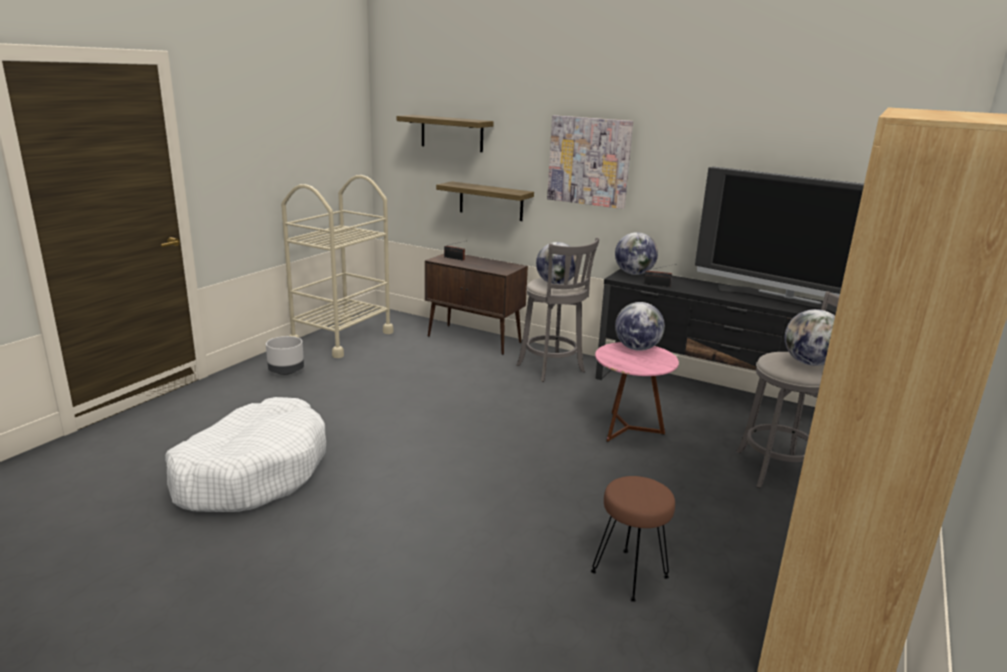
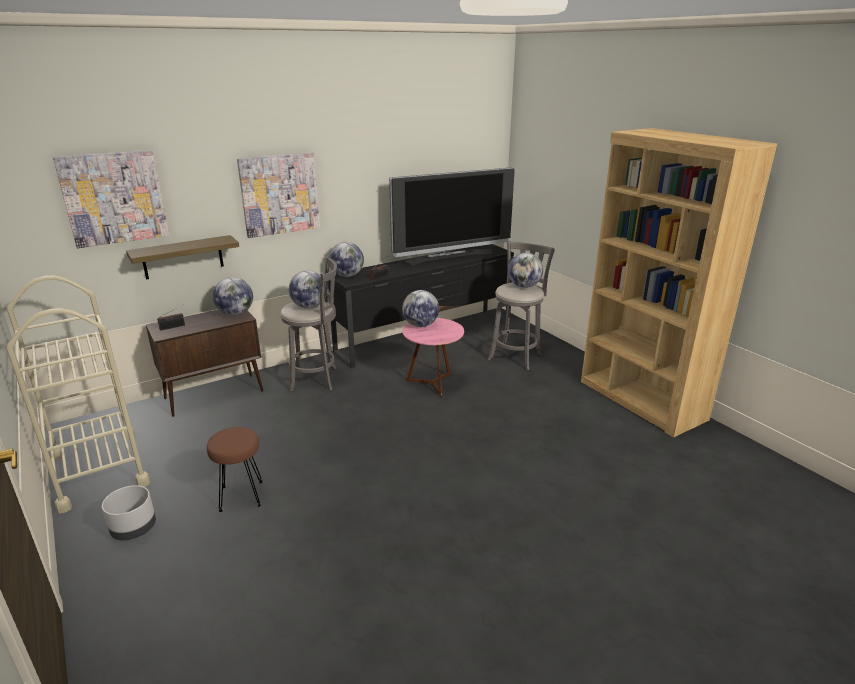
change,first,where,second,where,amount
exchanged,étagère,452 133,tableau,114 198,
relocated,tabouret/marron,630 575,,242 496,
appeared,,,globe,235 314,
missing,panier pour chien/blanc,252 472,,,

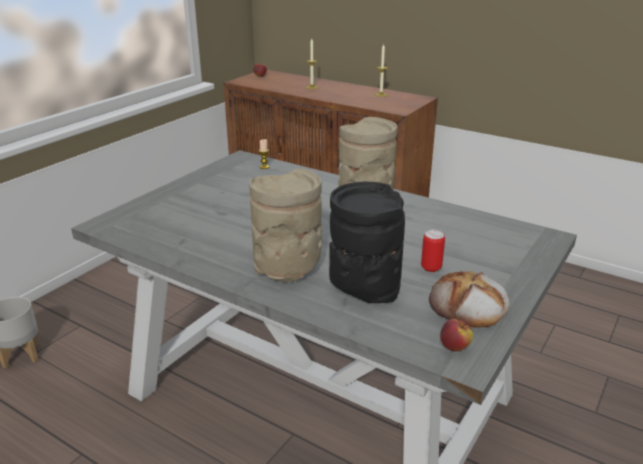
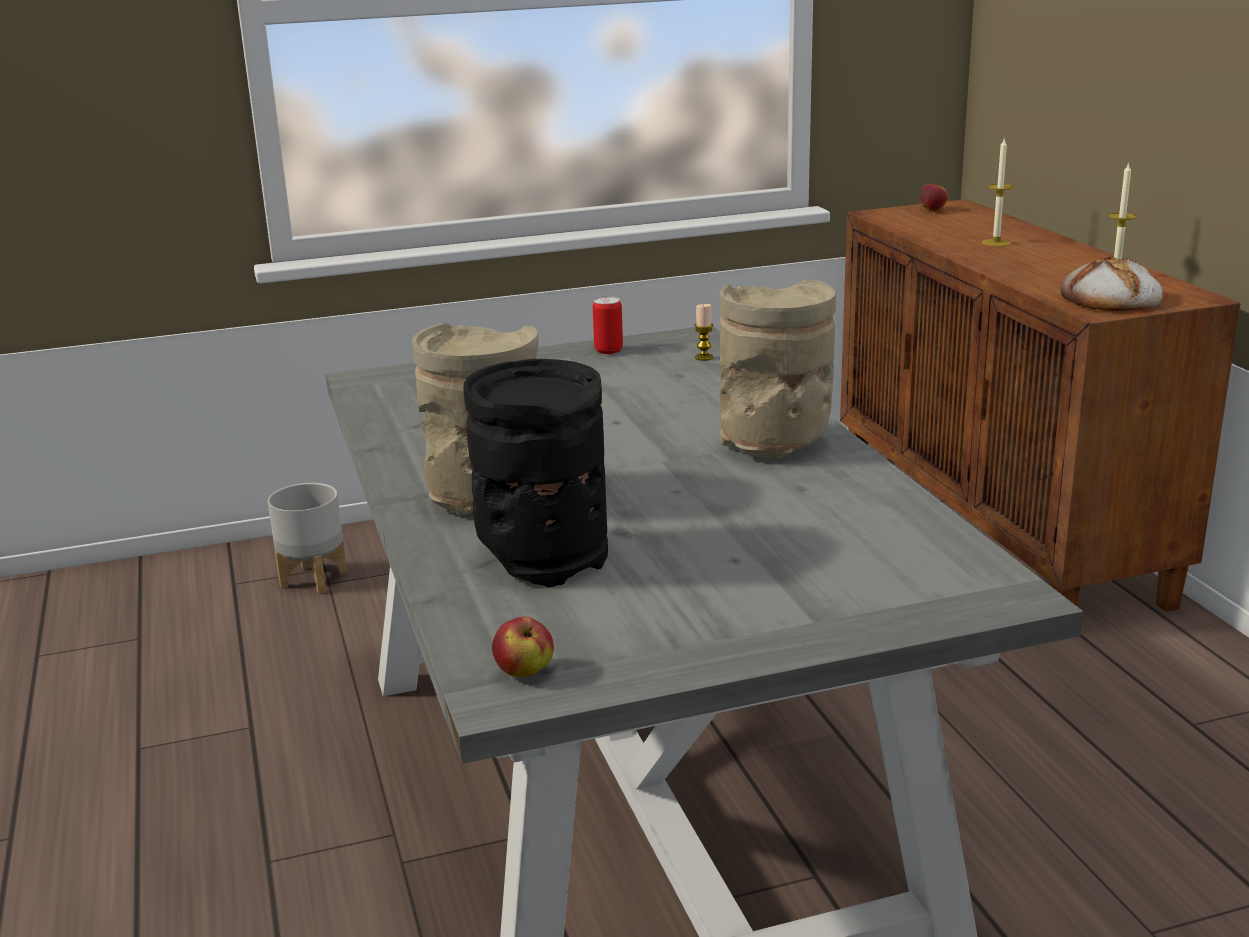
change,first,where,second,where,amount
relocated,boîte métallique,431 267,,608 350,
relocated,pain,468 306,,1109 299,

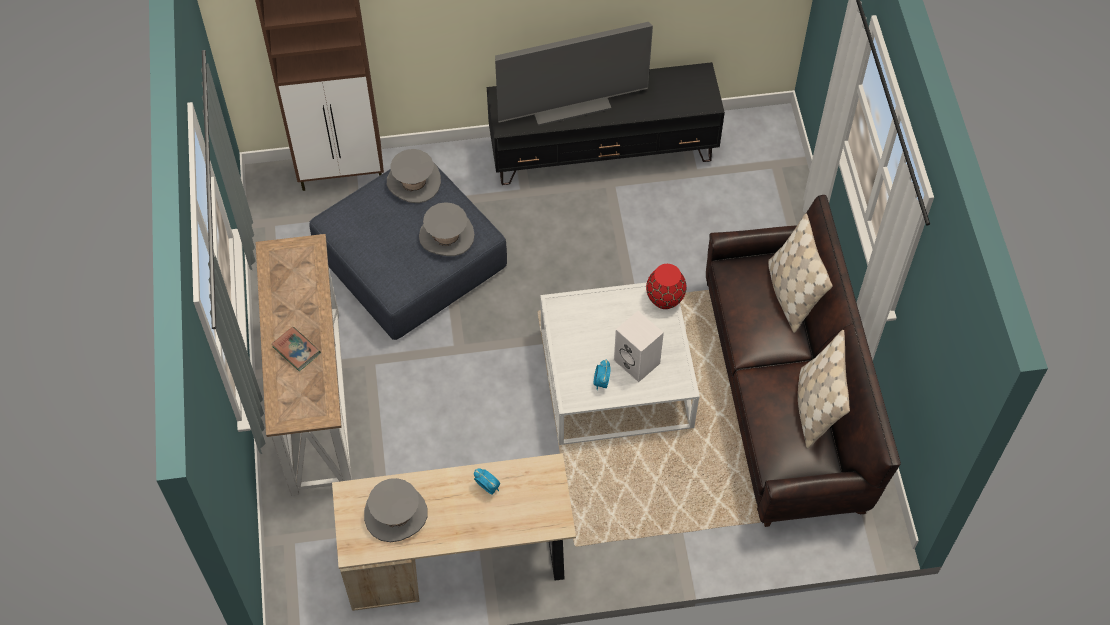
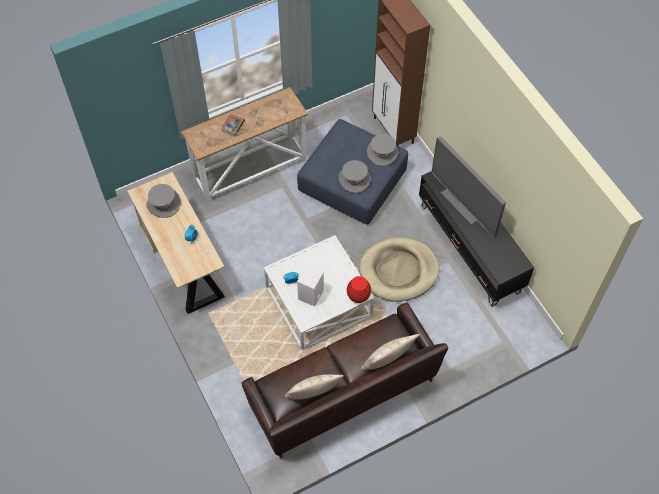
change,first,where,second,where,amount
appeared,,,panier pour chien/beige,398 271,

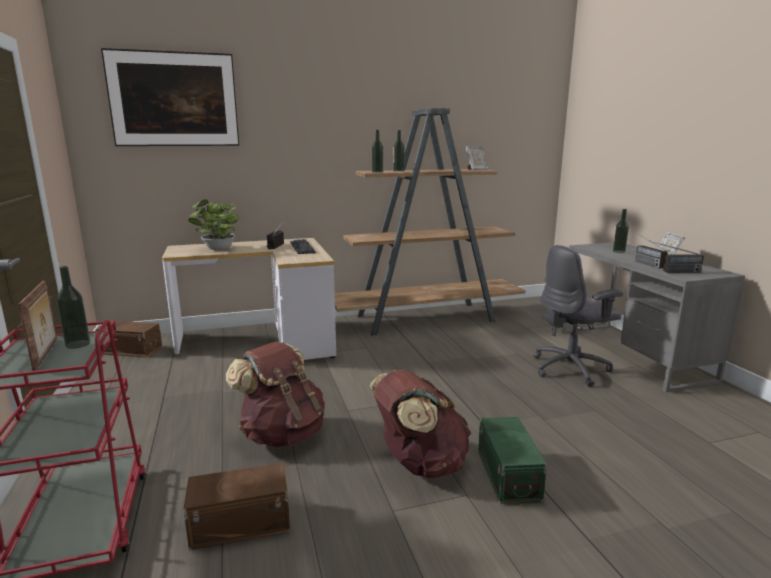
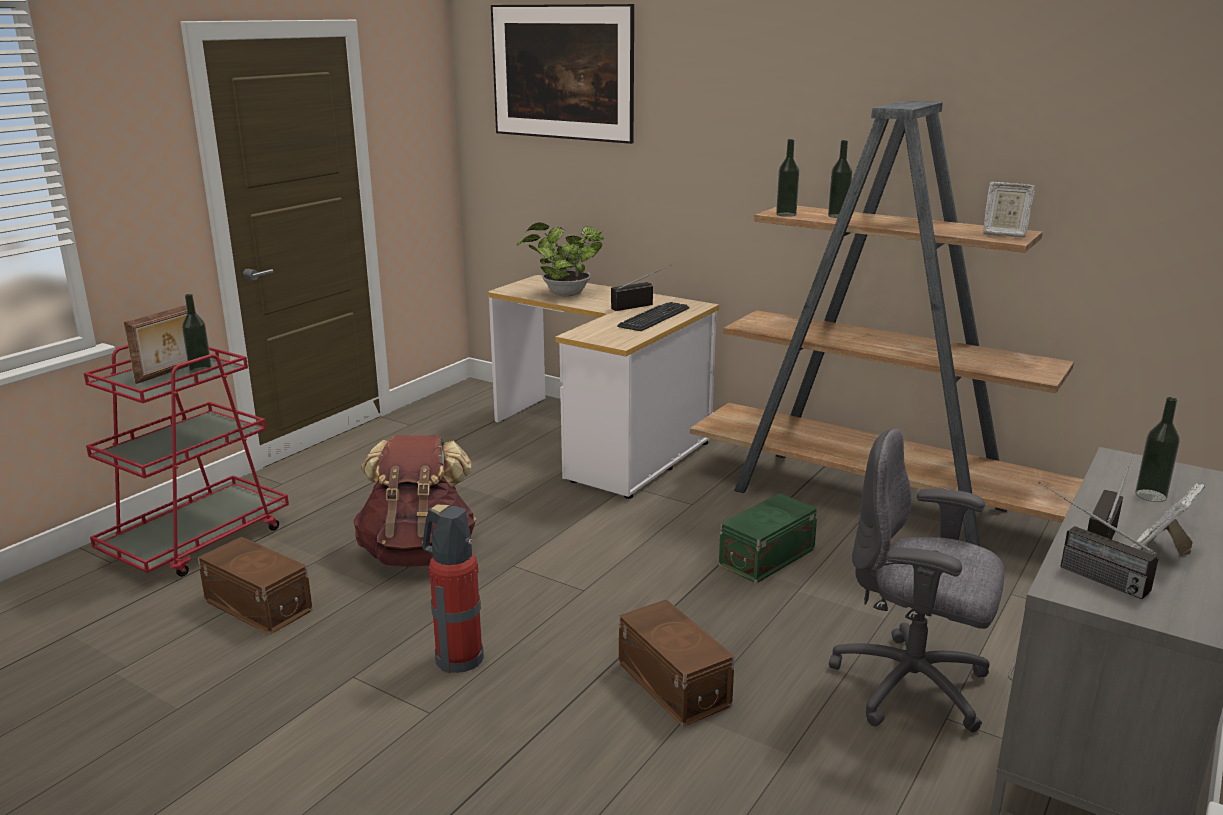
change,first,where,second,where,amount
exchanged,sac à dos/marron,419 464,extincteur,457 657,
relocated,boîte de rangement/marron,131 350,,674 682,
relocated,boîte de rangement/vert,509 474,,769 557,

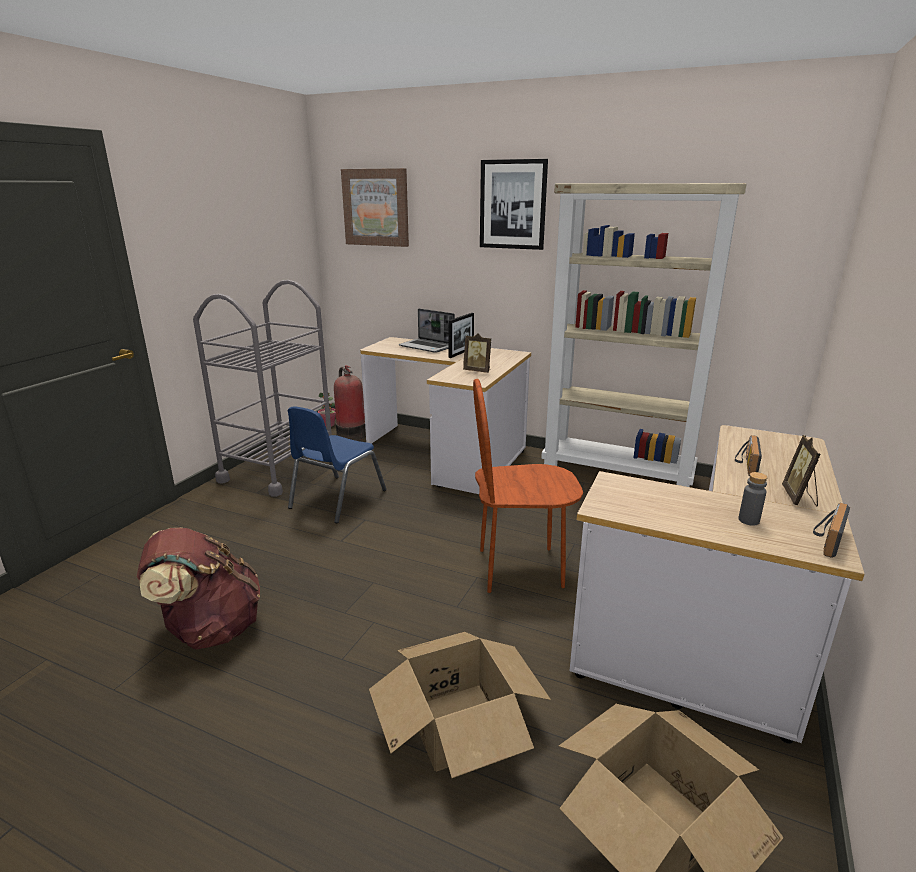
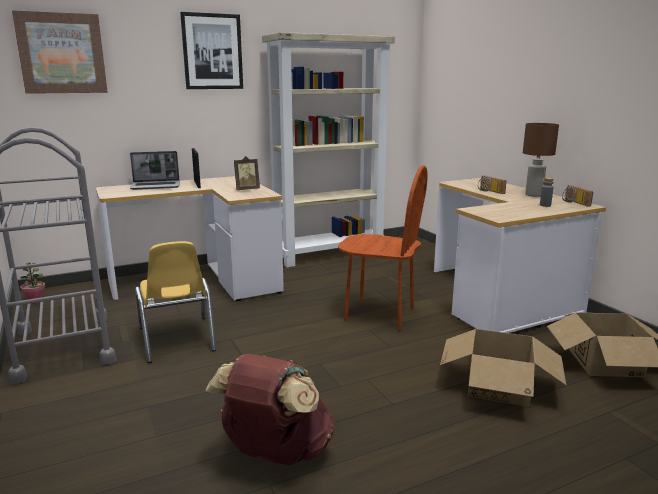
change,first,where,second,where,amount
colour,chaise/bleu,337 499,chaise/jaune,177 339,
spun,chaise/marron,520 568,,379 314,105 degrees counterclockwise
exchanged,cadre photo,799 497,lampe de table/marron,534 195,
missing,extincteur,350 435,,,

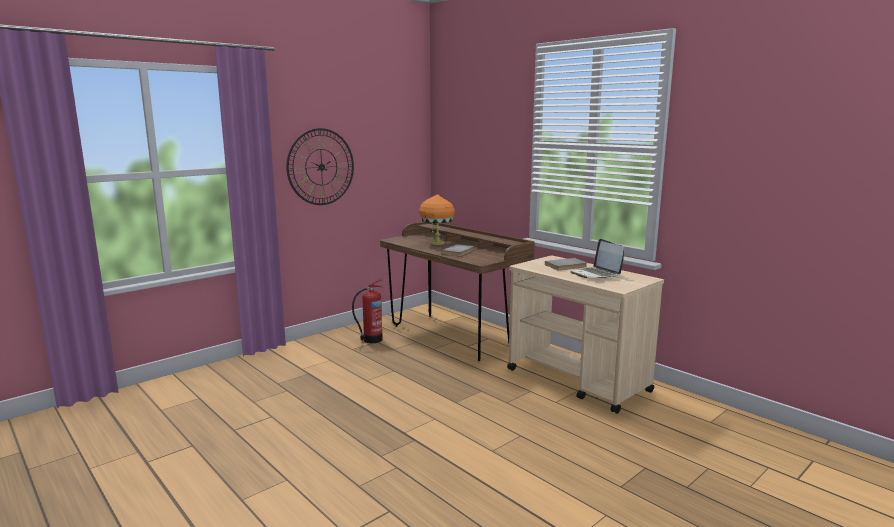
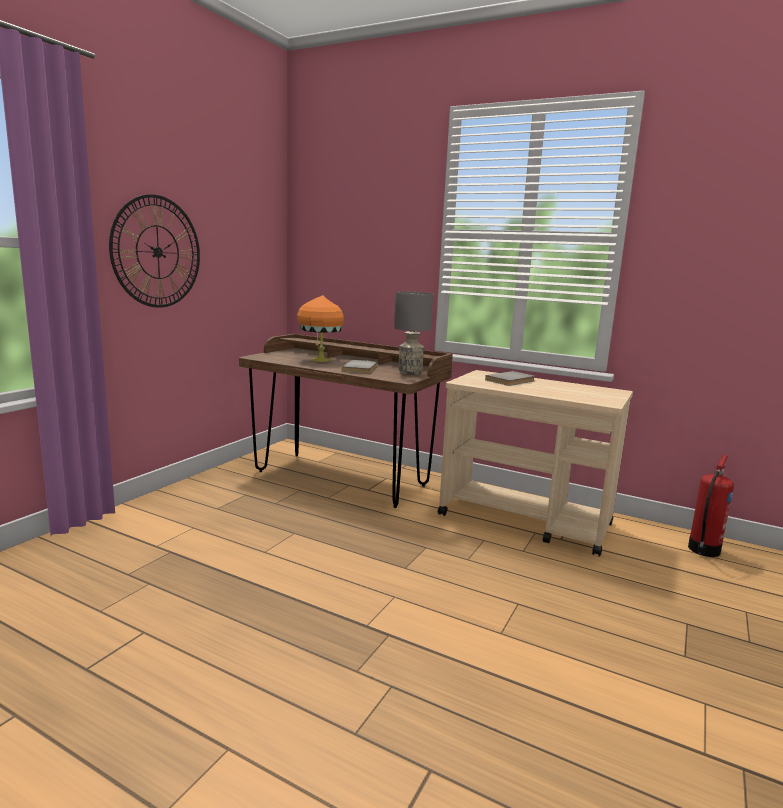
change,first,where,second,where,amount
appeared,,,lampe de table/gris,409 373,
relocated,extincteur,371 340,,702 550,
missing,ordinateur portable,596 274,,,

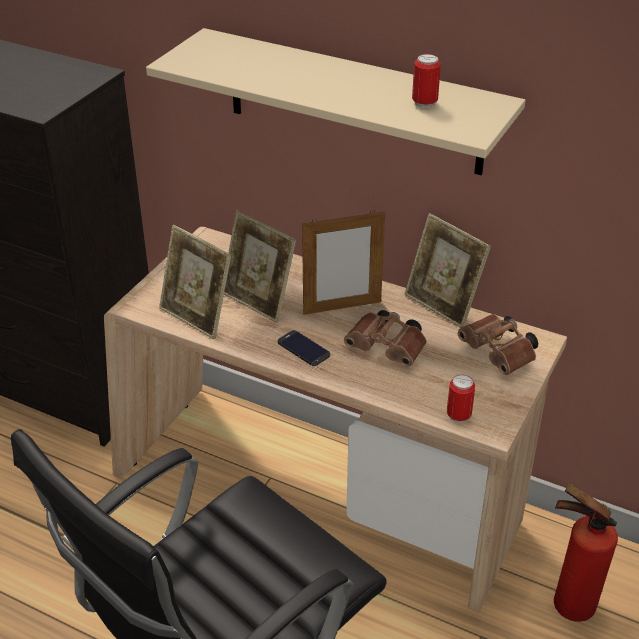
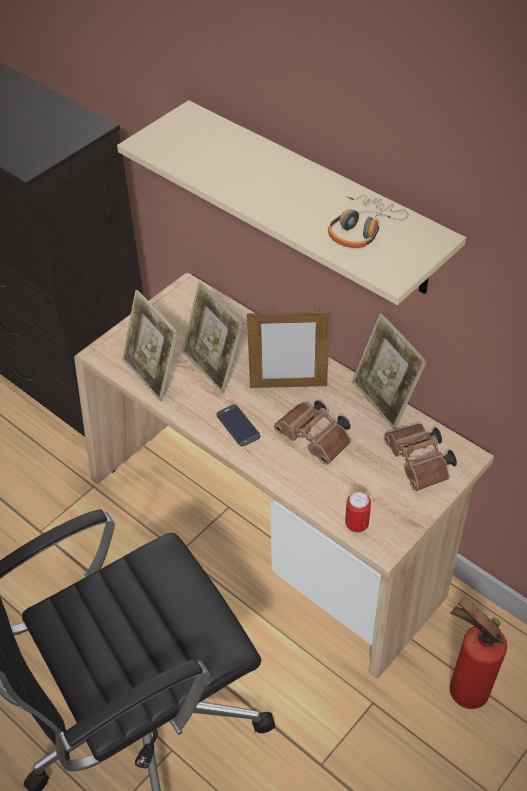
change,first,where,second,where,amount
exchanged,boîte métallique,424 103,casque audio,362 229,

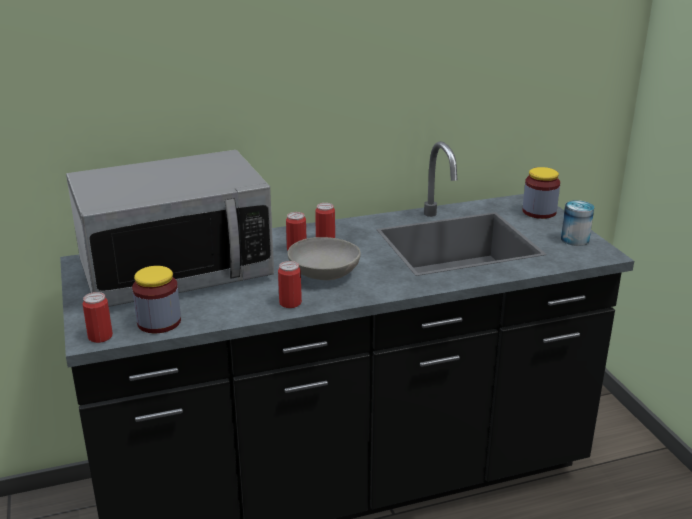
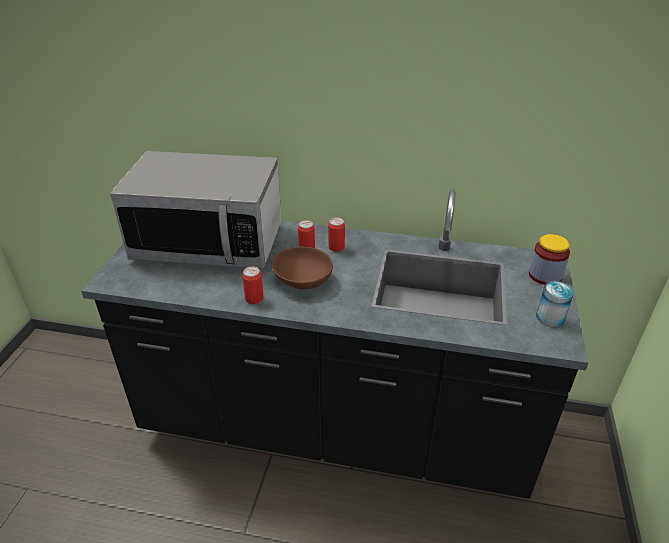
change,first,where,second,where,amount
colour,bol/gris,324 274,bol/marron,303 280,
missing,boîte métallique,100 337,,,
missing,bocal,159 322,,,

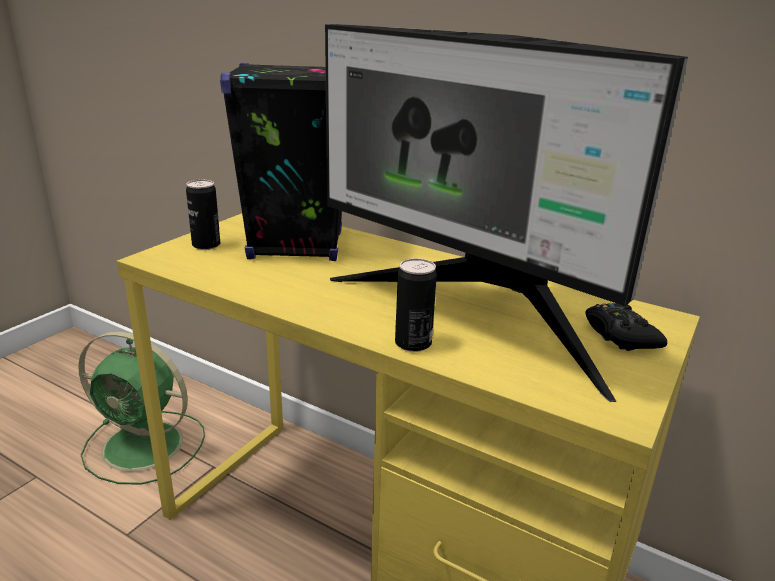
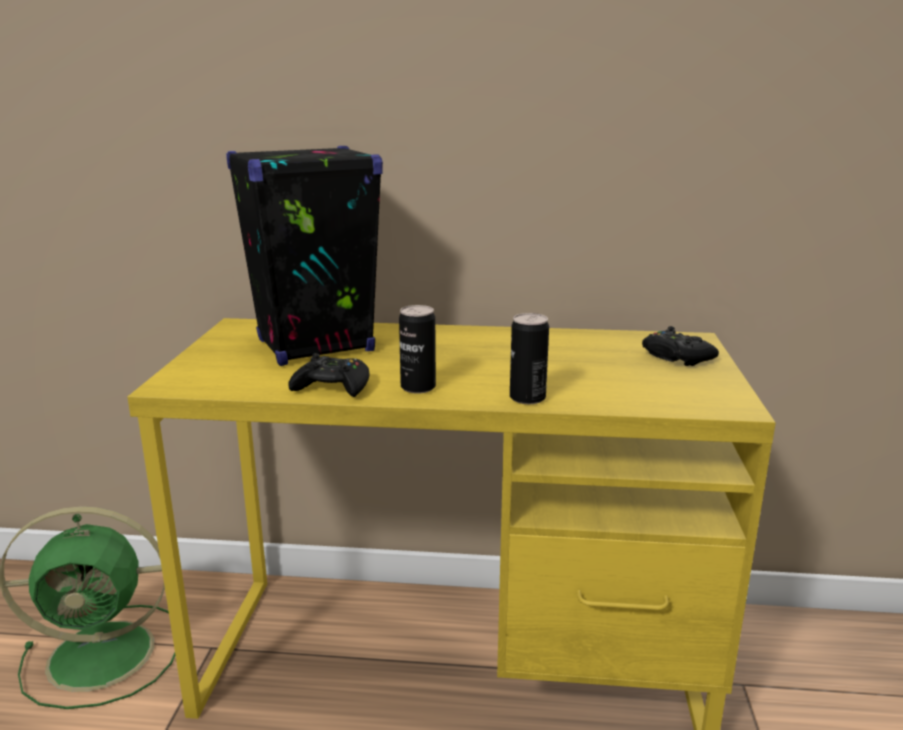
change,first,where,second,where,amount
appeared,,,manette/noir,332 387,
relocated,boîte métallique,206 245,,418 387,
missing,écran d'ordinateur,476 316,,,

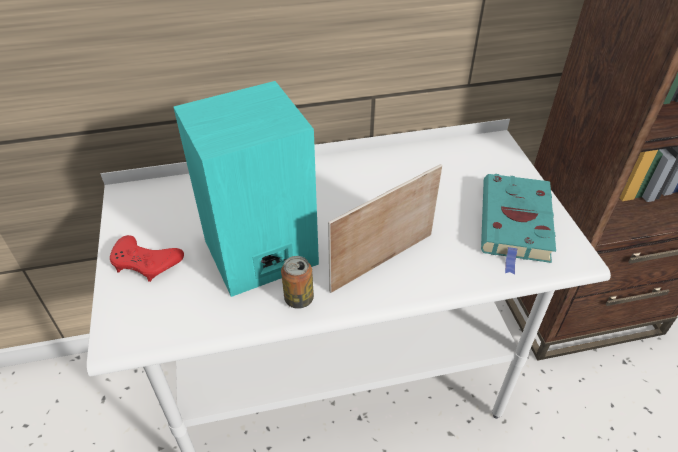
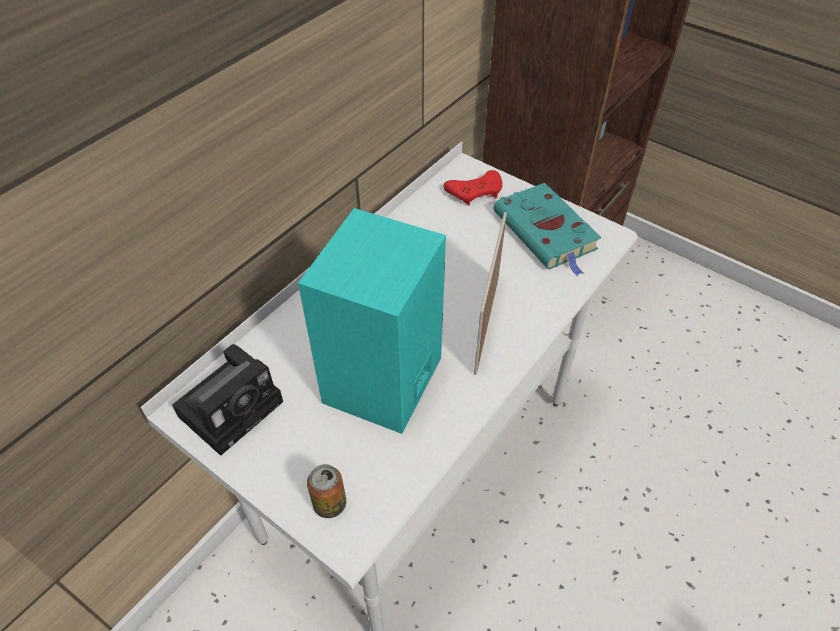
change,first,where,second,where,amount
appeared,,,appareil photo,233 405,
relocated,boîte métallique,299 299,,329 504,
relocated,manette/rouge,145 262,,475 191,

